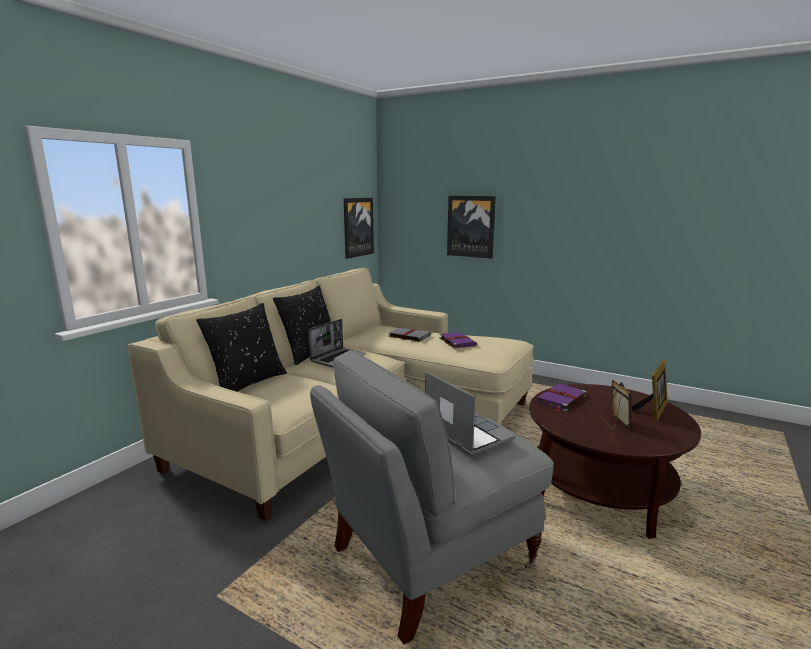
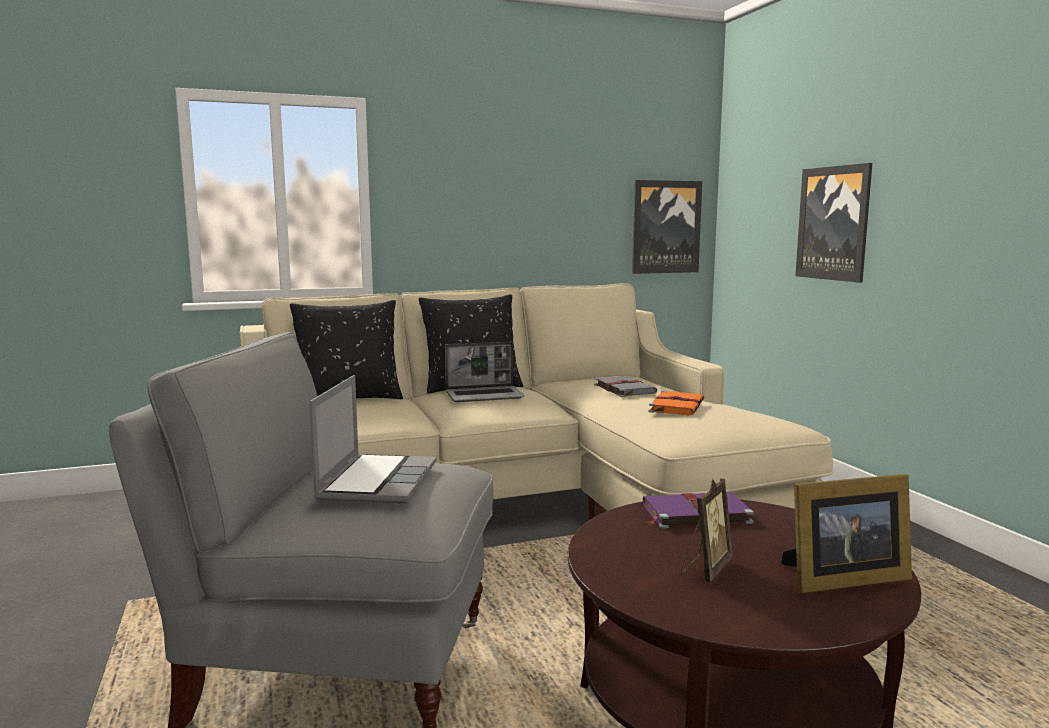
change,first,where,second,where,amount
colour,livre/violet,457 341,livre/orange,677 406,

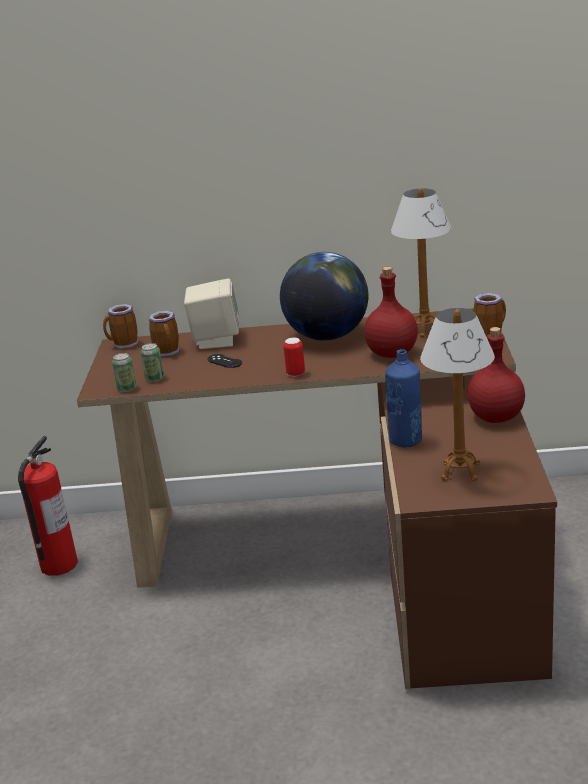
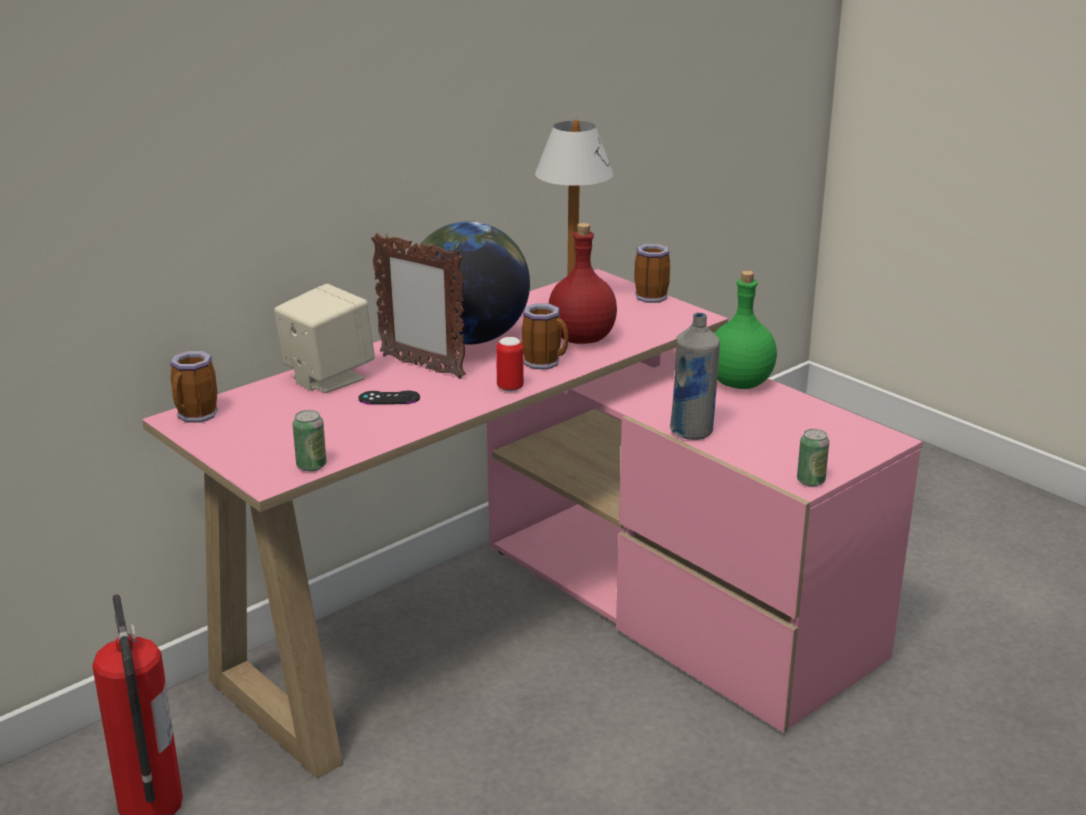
change,first,where,second,where,amount
colour,bureau/marron,353 558,bureau/rose,545 629,
appeared,,,cadre photo,421 366,
relocated,mug,169 353,,545 363,
colour,bouteille/bleu,405 440,bouteille/gris,692 432,
colour,bouteille/rouge,495 417,bouteille/vert,739 383,
relocated,boîte métallique,154 378,,810 481,
missing,lampe de table,460 472,,,

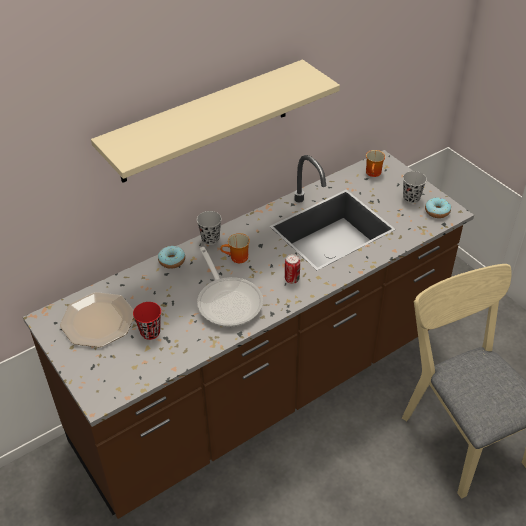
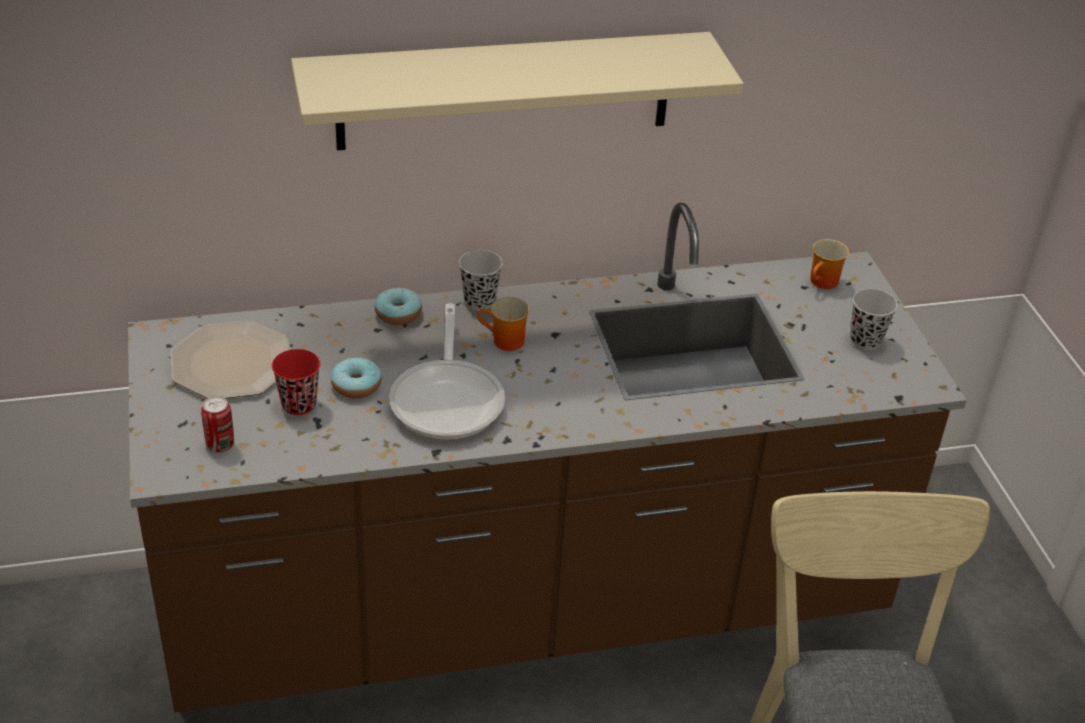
change,first,where,second,where,amount
relocated,boîte métallique,292 279,,220 445,
relocated,beignet,437 211,,356 385,

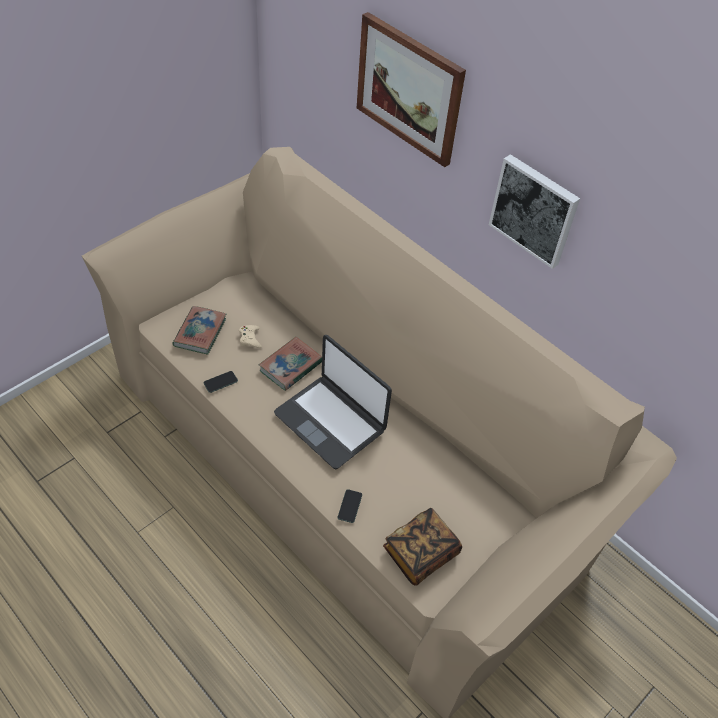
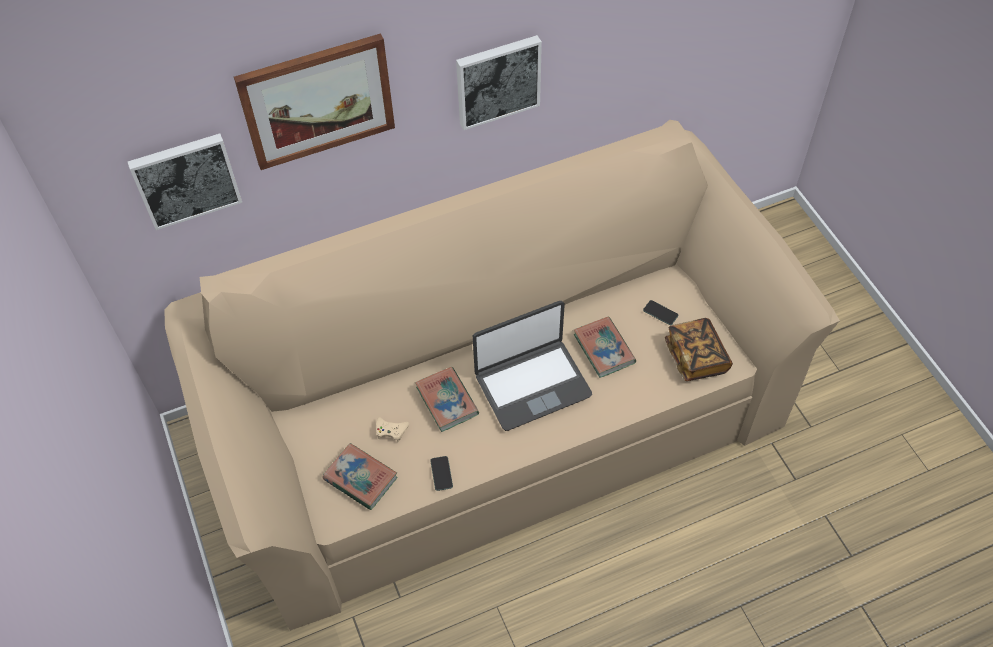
change,first,where,second,where,amount
appeared,,,tableau,185 179,
appeared,,,livre,604 349,
relocated,téléphone,350 506,,660 313,

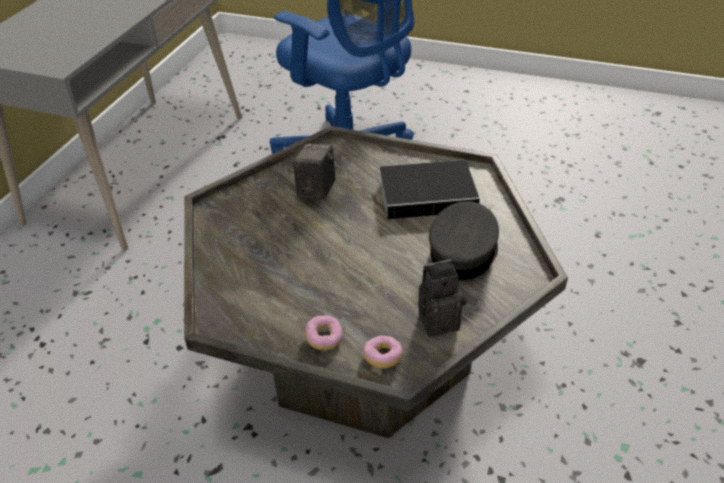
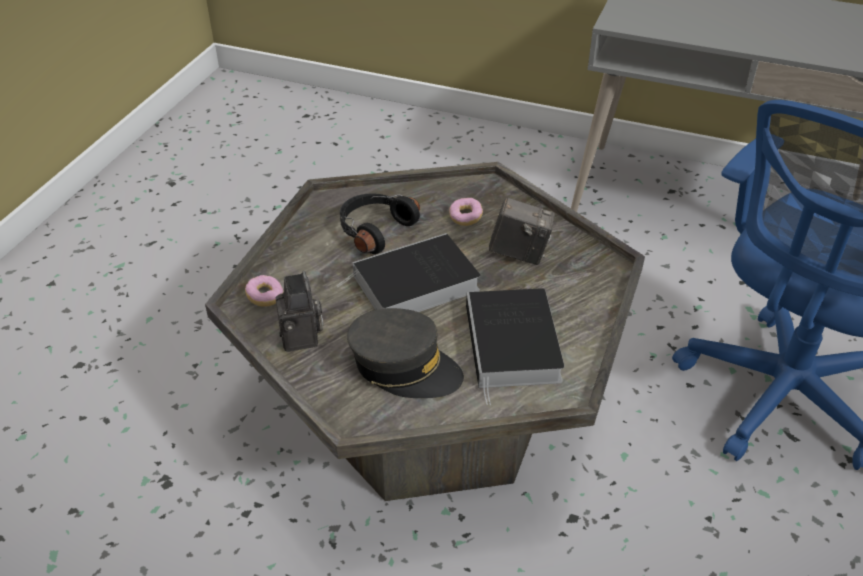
change,first,where,second,where,amount
appeared,,,livre,413 285,
appeared,,,casque audio/noir,374 230,
relocated,beignet,324 338,,465 217,

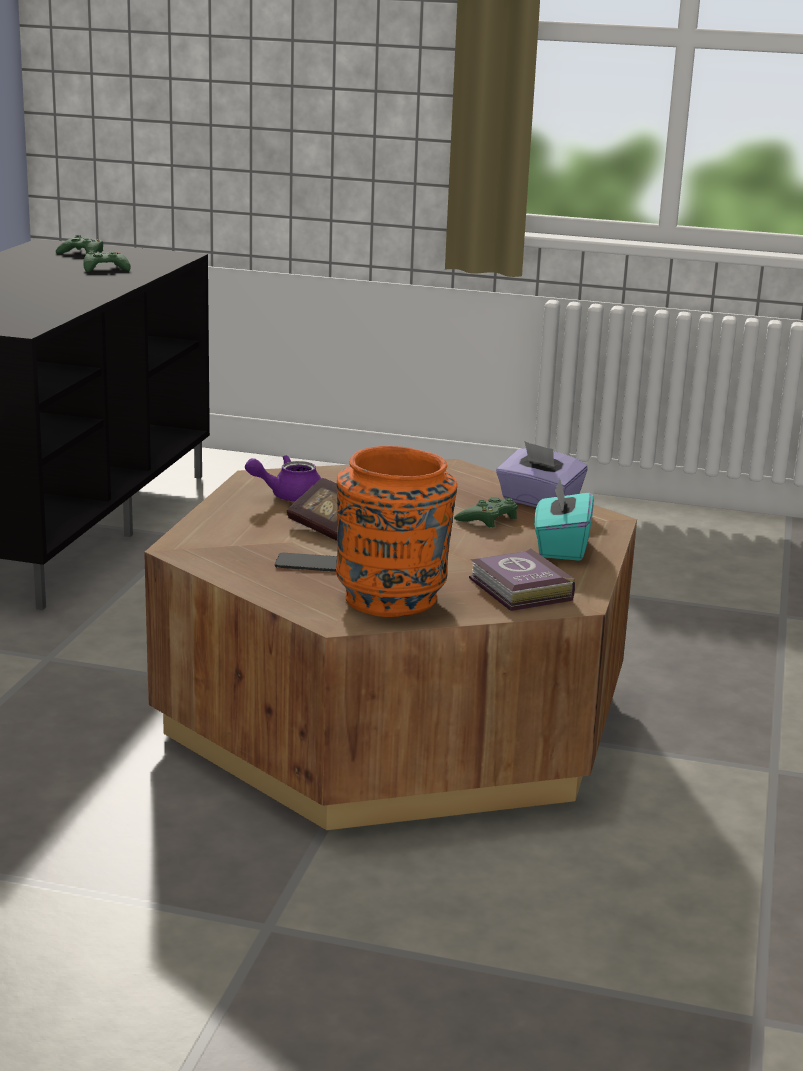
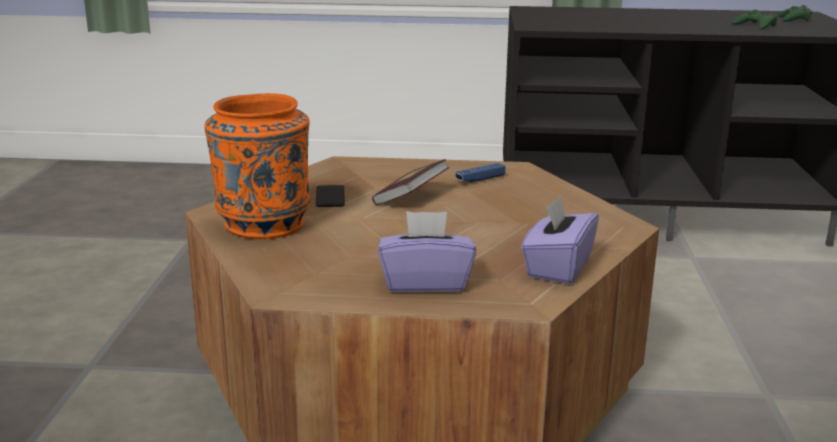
change,first,where,second,where,amount
colour,boîte à mouchoirs/turquoise,561 547,boîte à mouchoirs/violet,425 282,
exchanged,théière/violet,288 496,manette/bleu,480 179,
missing,manette/vert,488 519,,,
missing,livre,519 590,,,

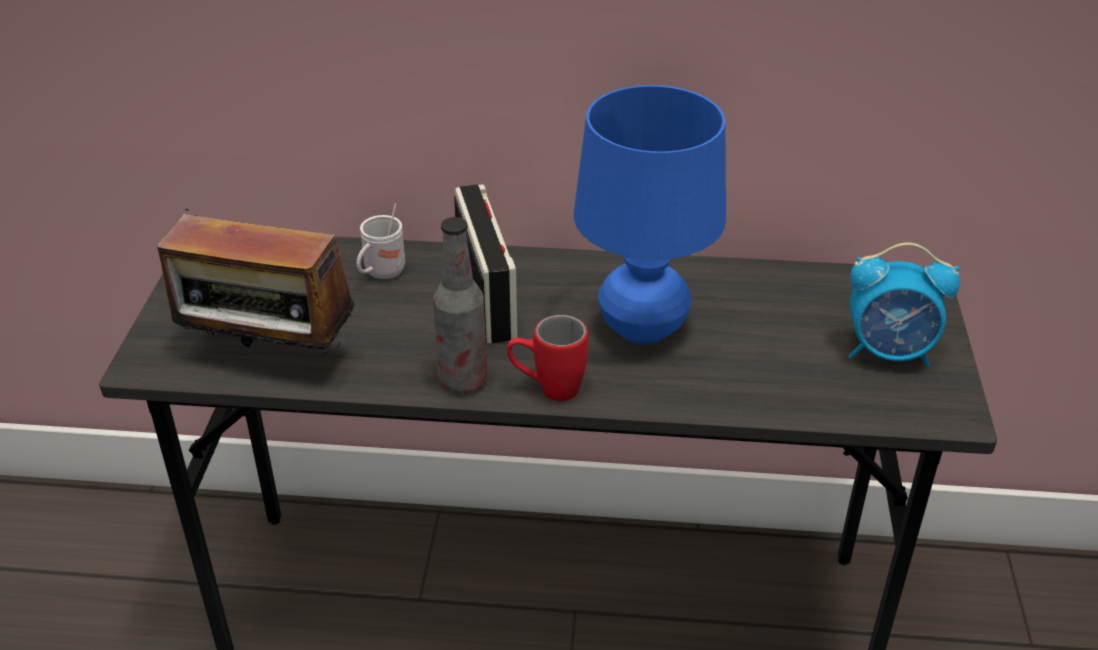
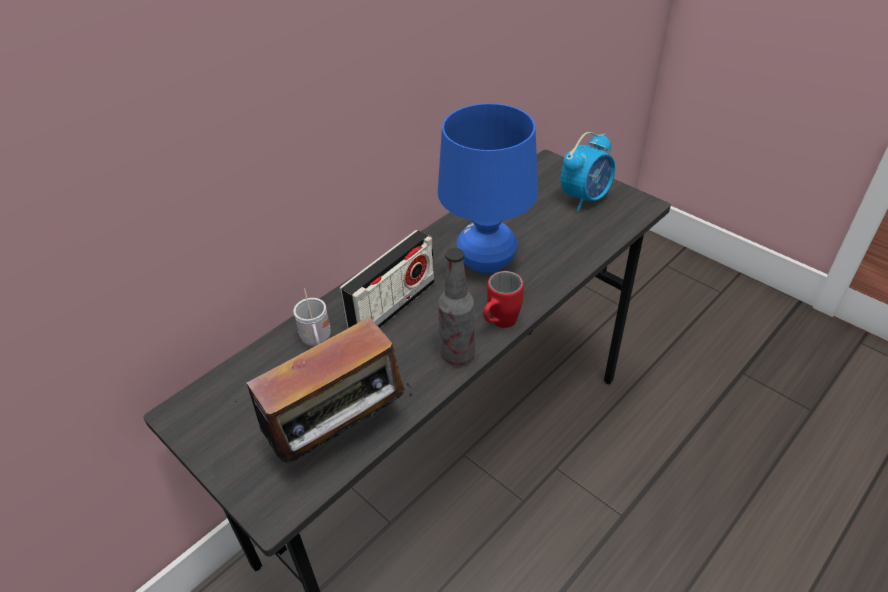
change,first,where,second,where,amount
spun,radio,486 296,,392 307,105 degrees clockwise

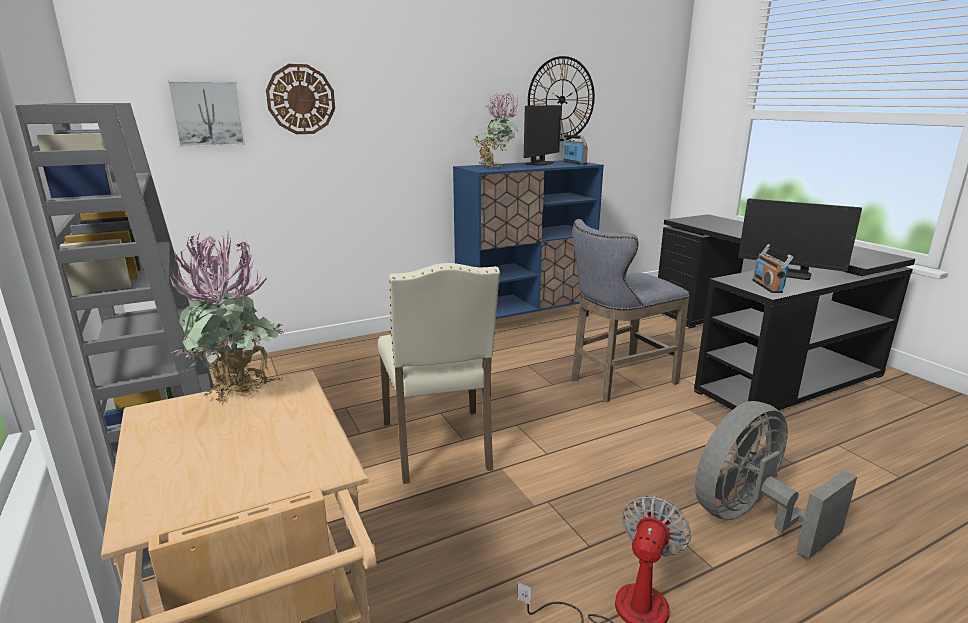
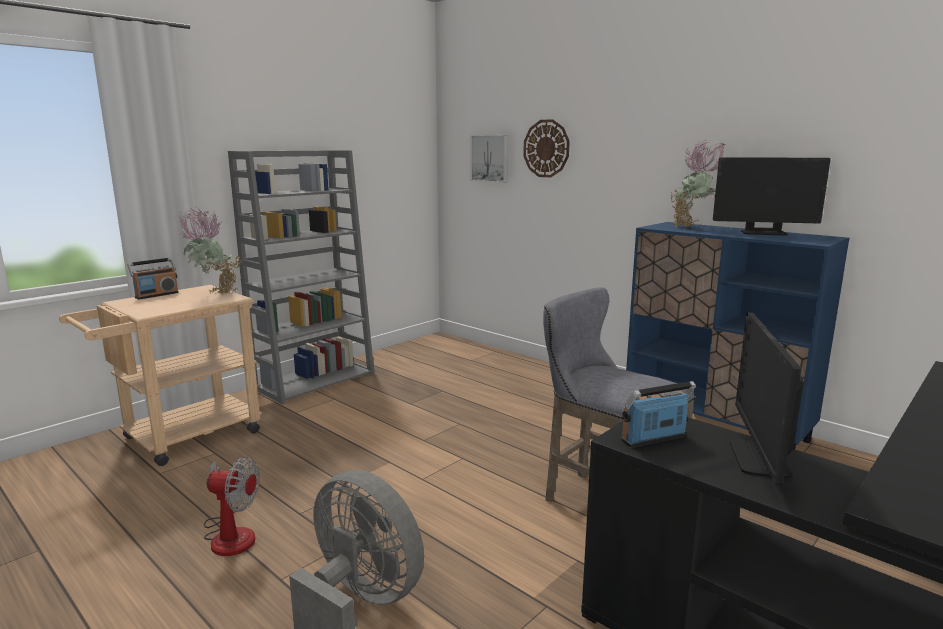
change,first,where,second,where,amount
relocated,radio,574 163,,156 295,
missing,chaise/beige,439 446,,,
missing,horloge murale,561 99,,,

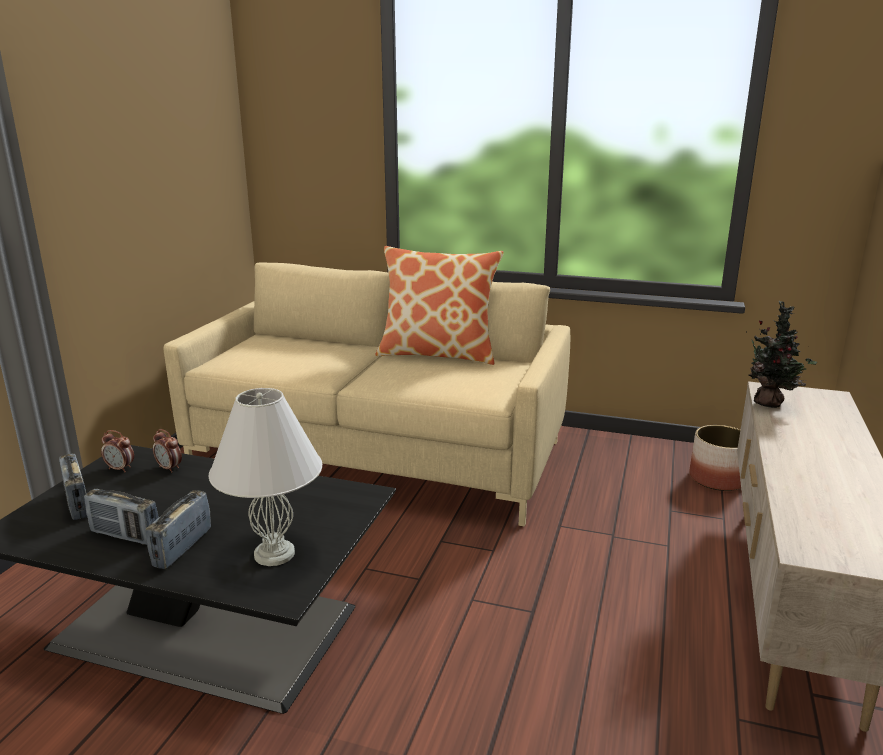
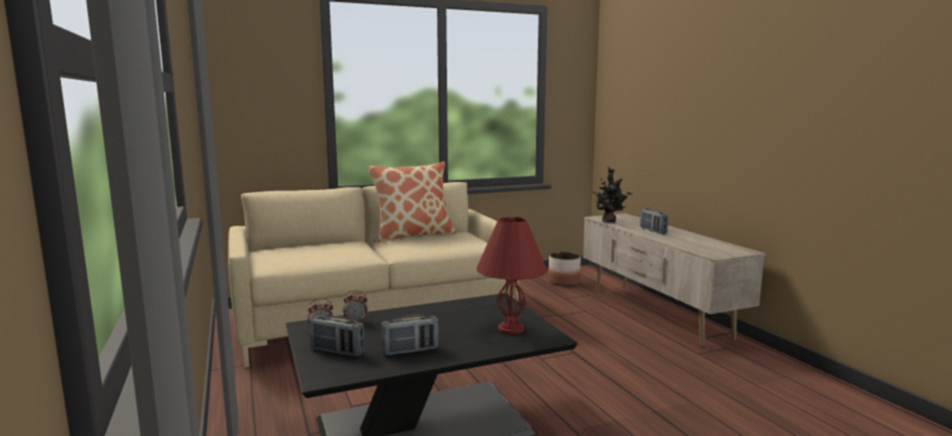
change,first,where,second,where,amount
colour,lampe de table/blanc,274 553,lampe de table/rouge,510 329,
relocated,radio,182 548,,653 230,

